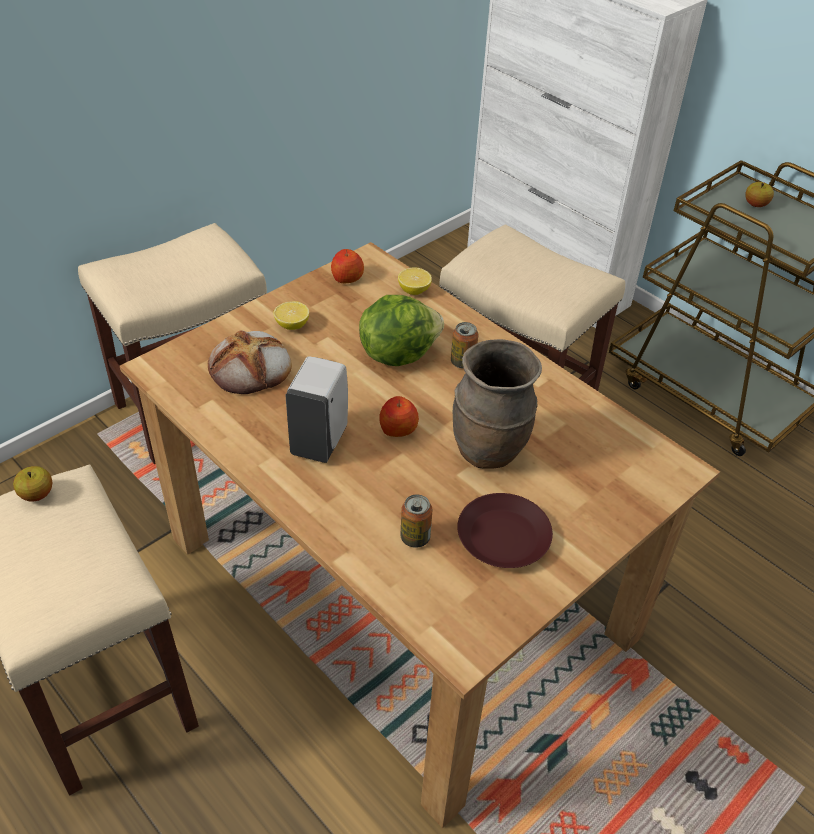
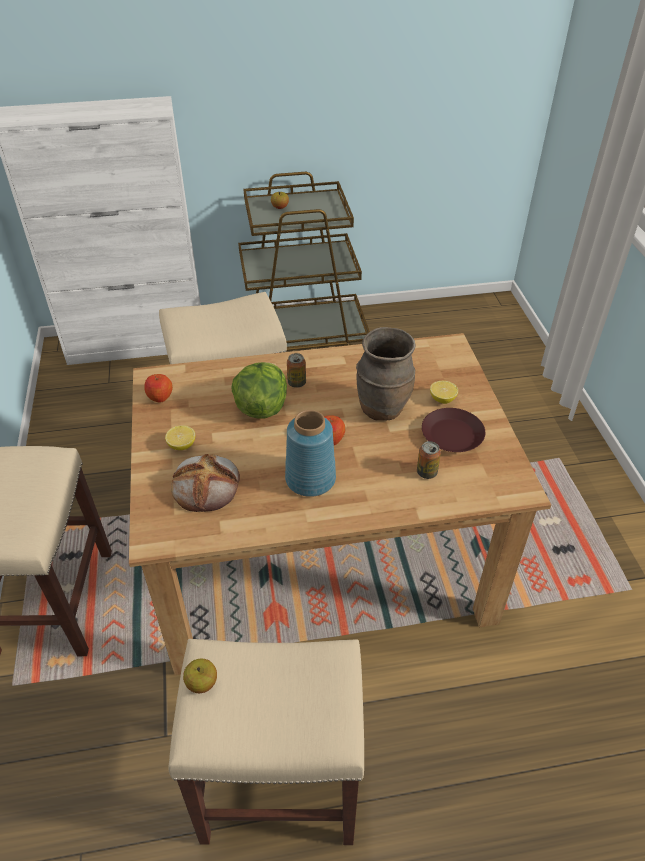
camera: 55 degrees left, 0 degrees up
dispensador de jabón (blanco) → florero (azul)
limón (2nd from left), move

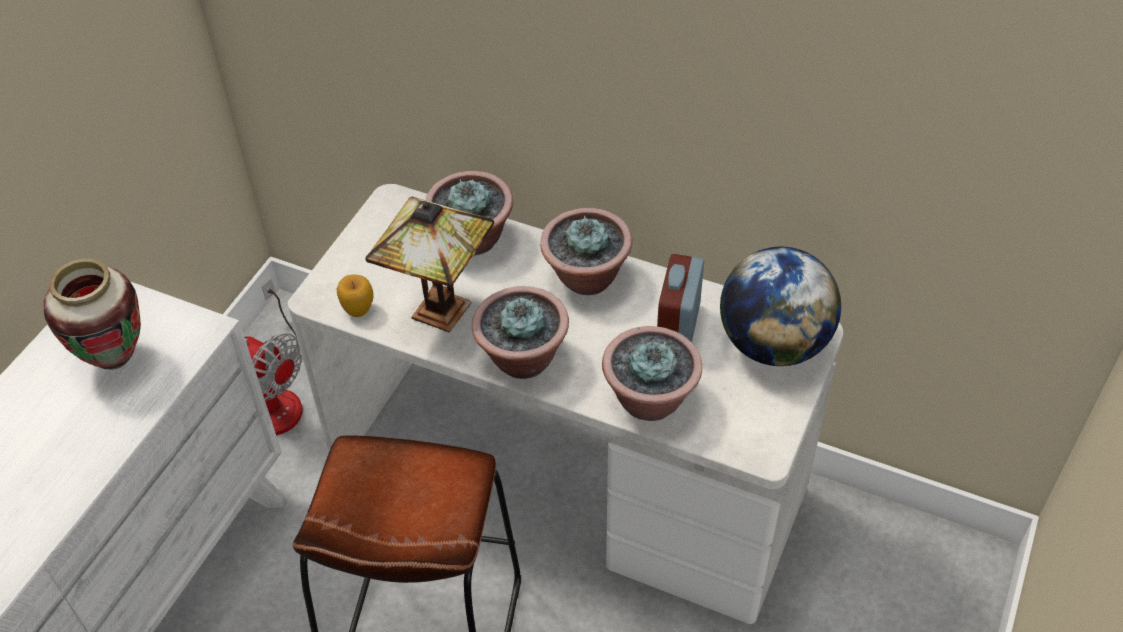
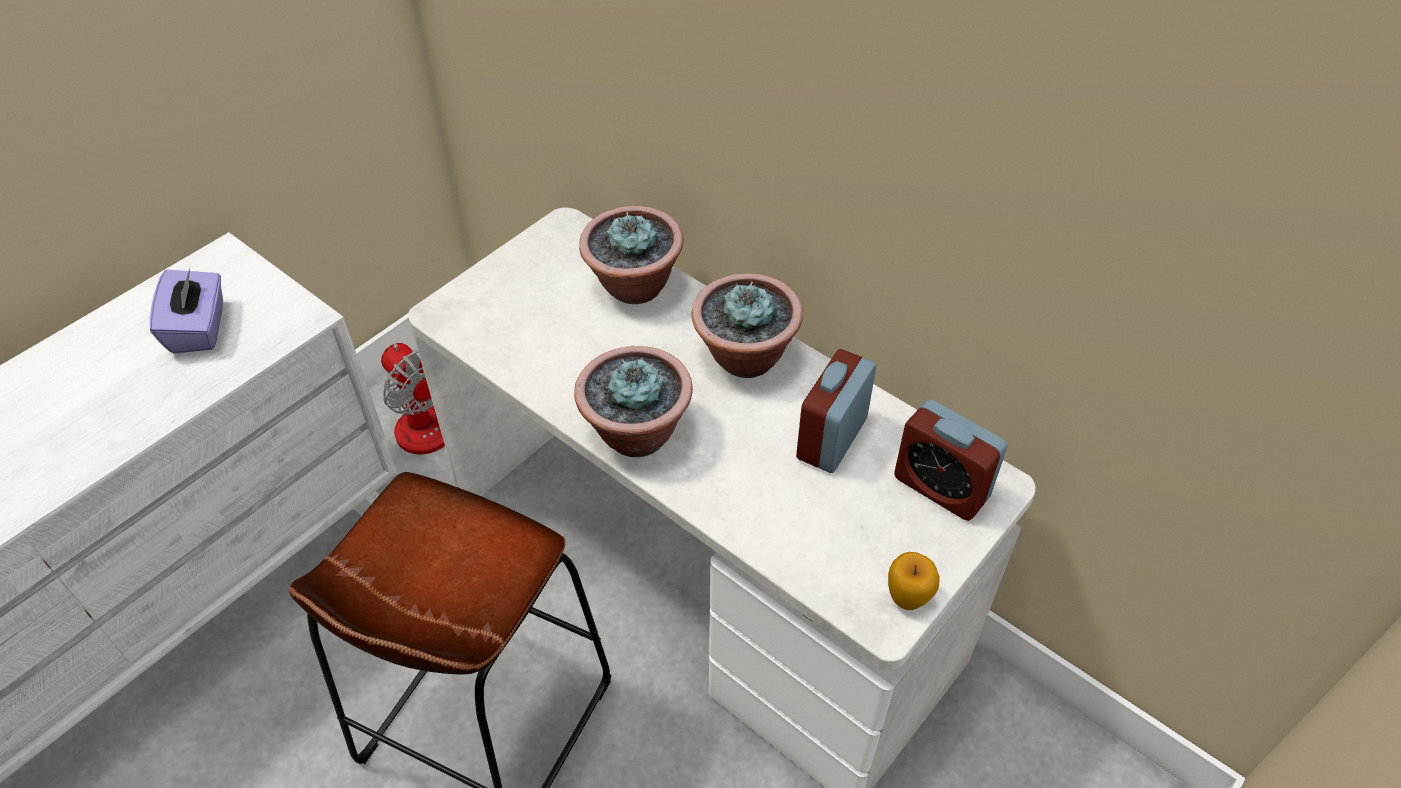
camera: 15 degrees right, 0 degrees up
florero → caja de pañuelos (morado)
manzana, move
lámpara de mesa → -
planta en maceta (4th from left) → -
globo terráqueo → despertador (2nd from left)

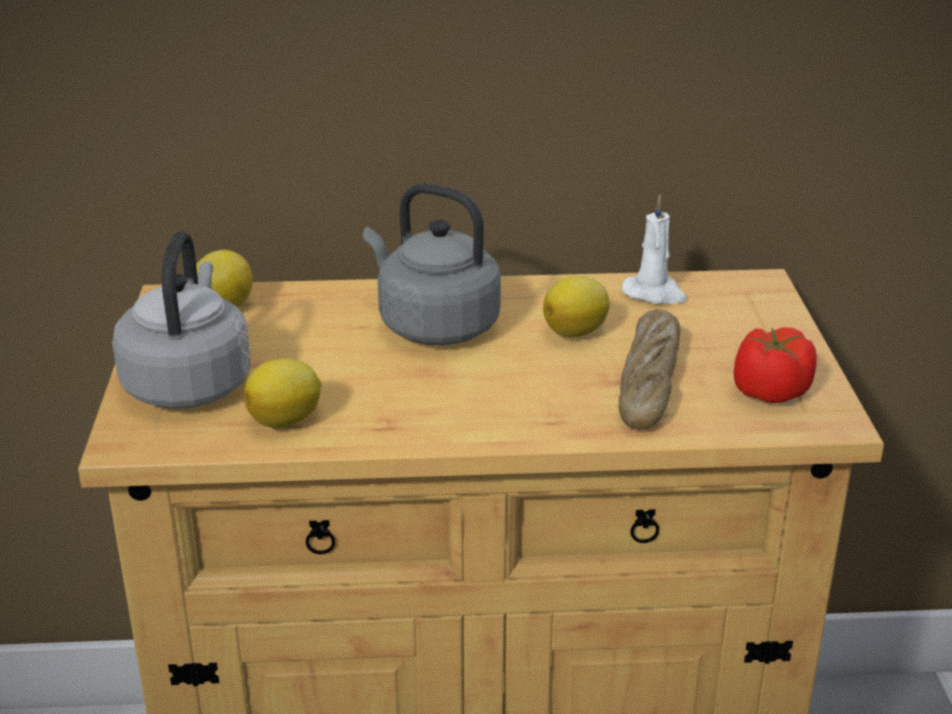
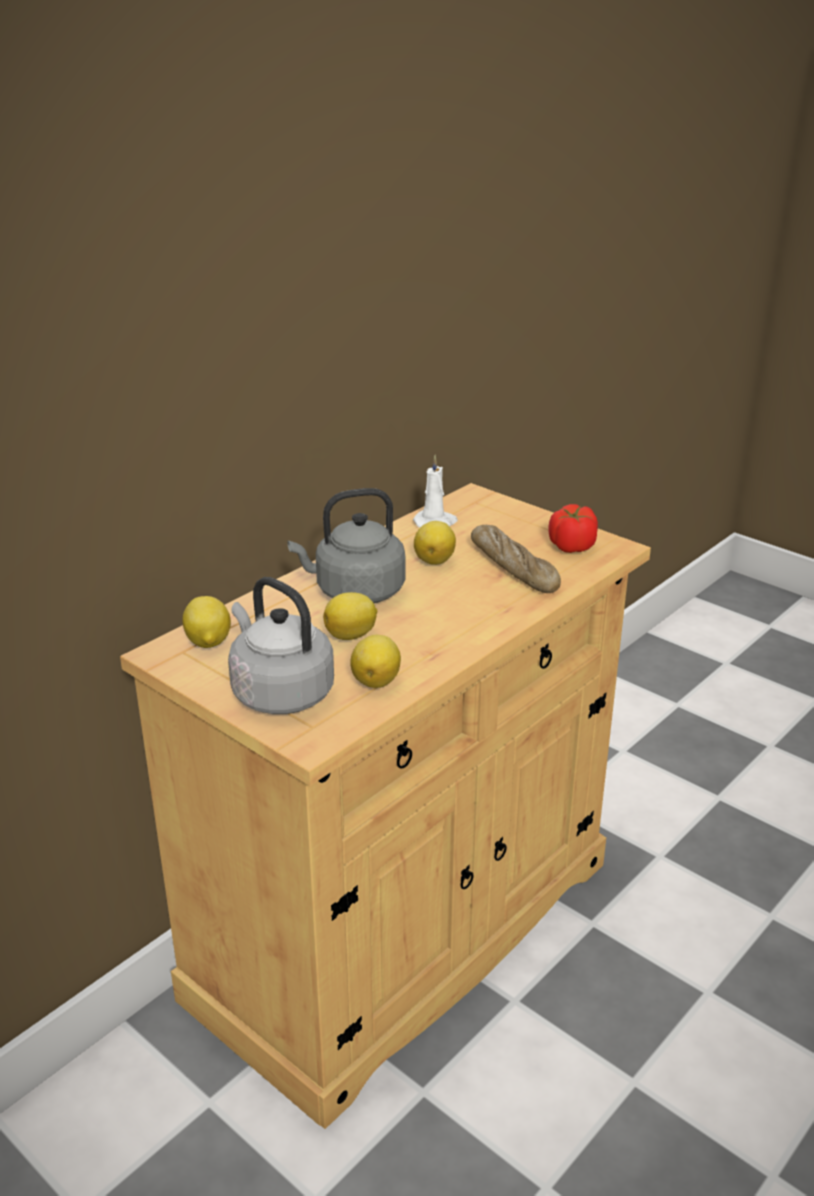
camera: 45 degrees left, 0 degrees up
- → limón (2nd from left)

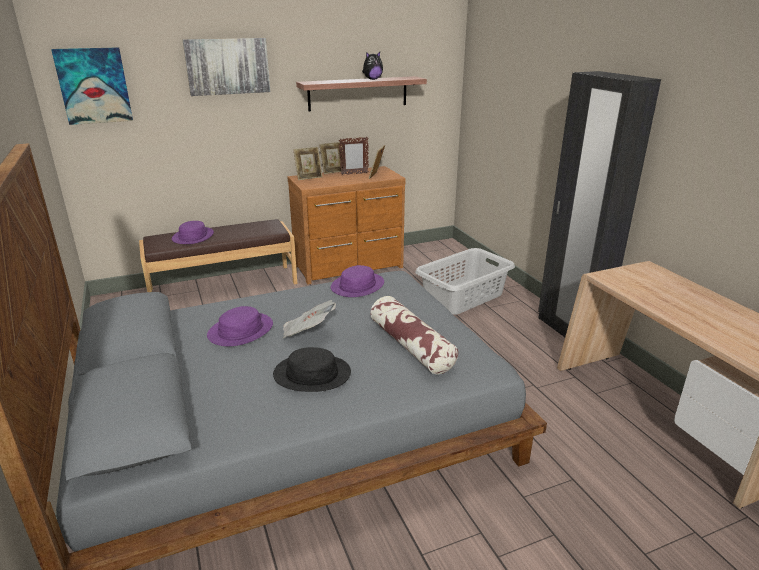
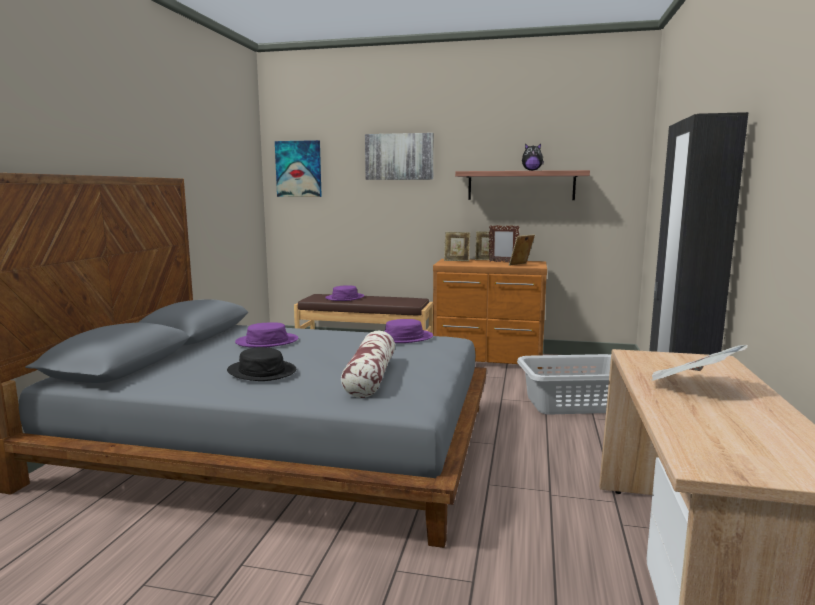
camera: 35 degrees right, 15 degrees down
periódico, move

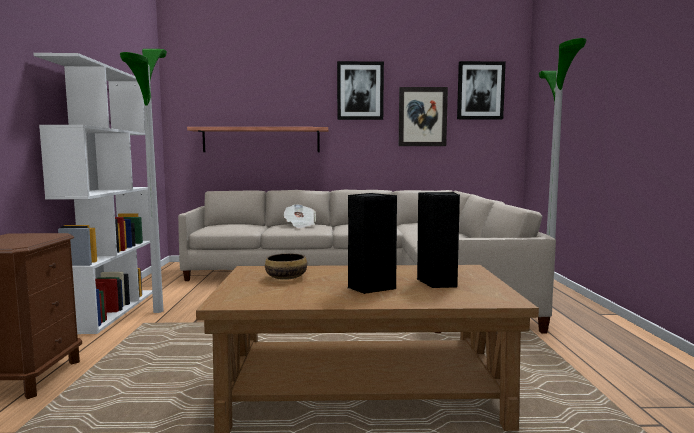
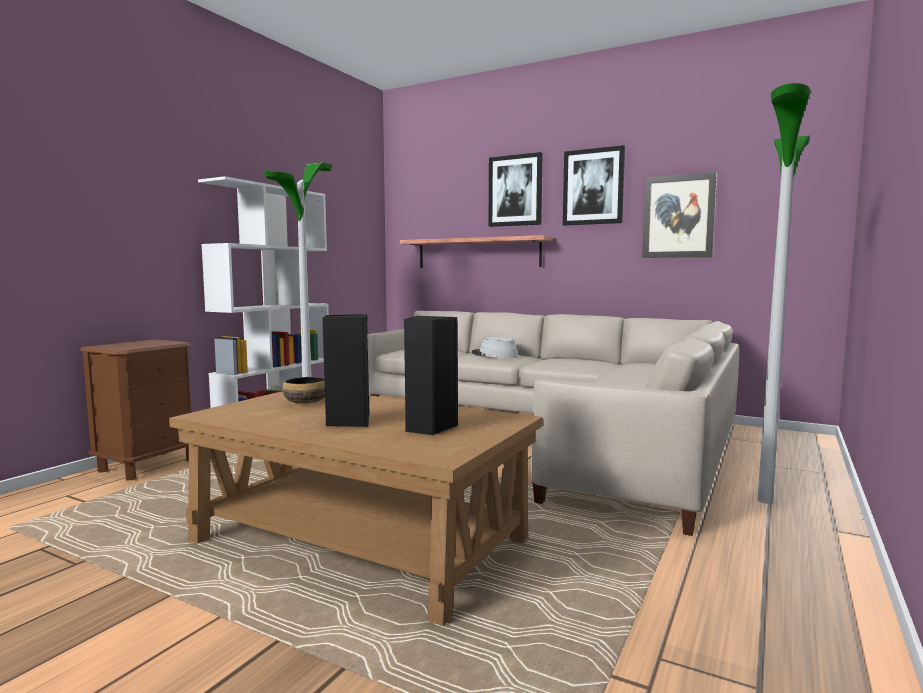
camera: 30 degrees right, 0 degrees up
periódico → sombrero (gris)
cuadro (3rd from left in the first image) → cuadro (1st from left), move

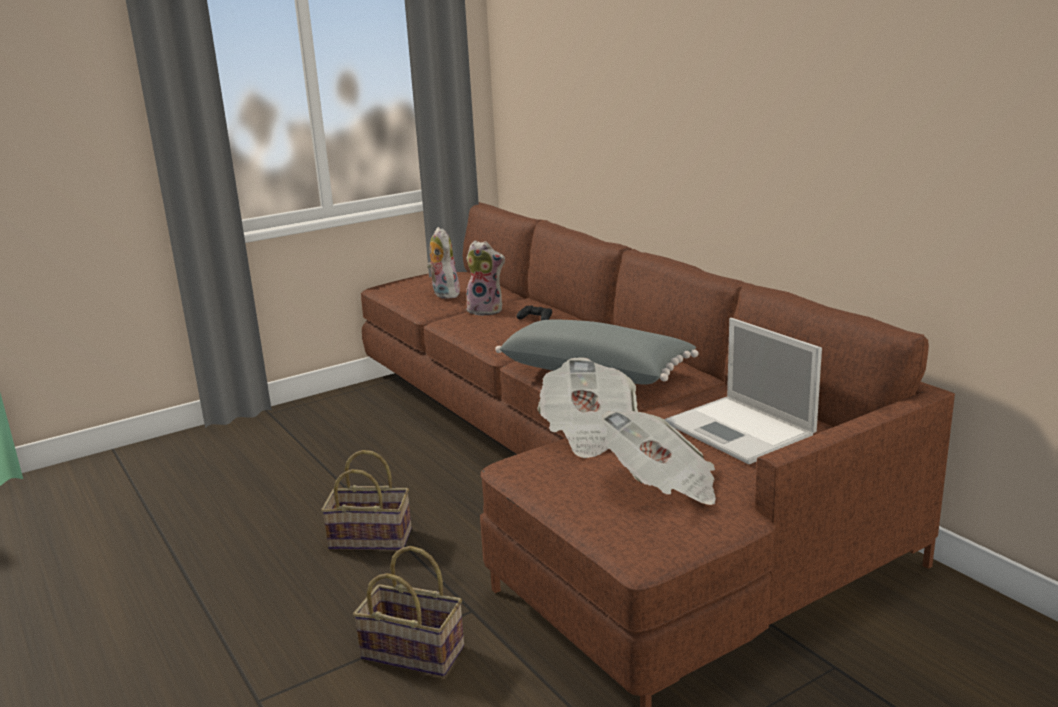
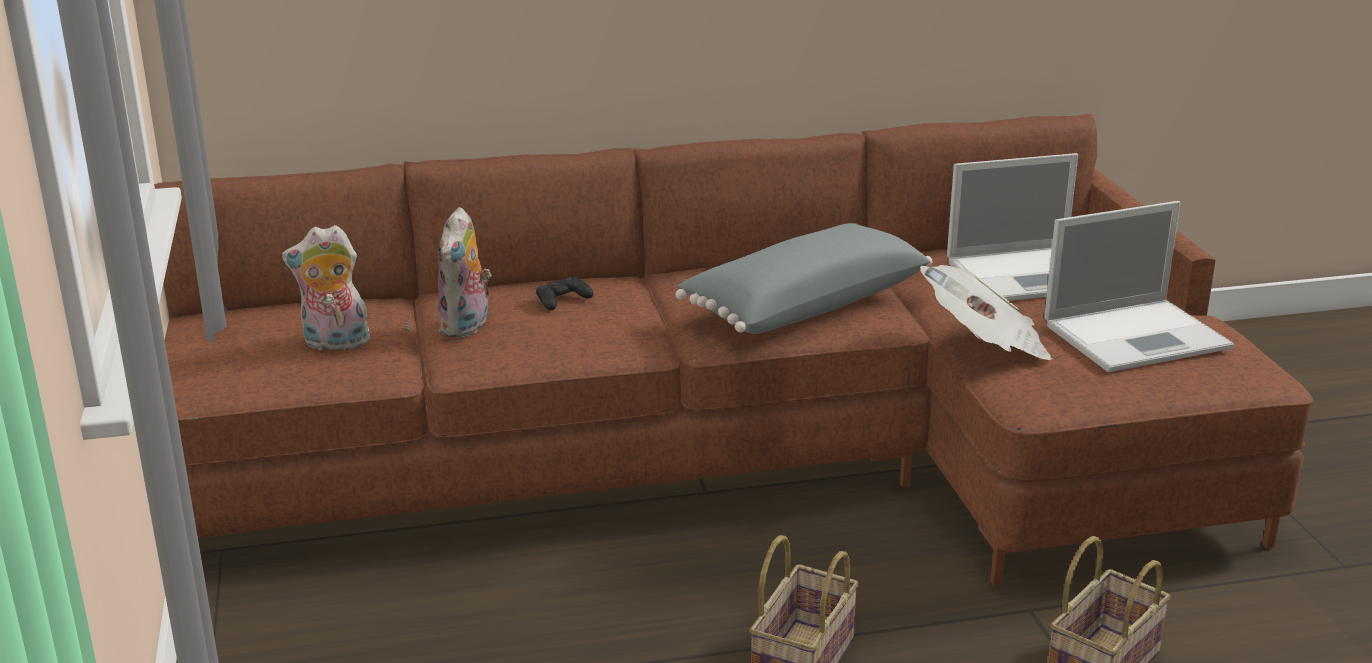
camera: 70 degrees left, 5 degrees up
peluche (2nd from left), 150 degrees clockwise
periódico (2nd from left) → portátil (2nd from left)

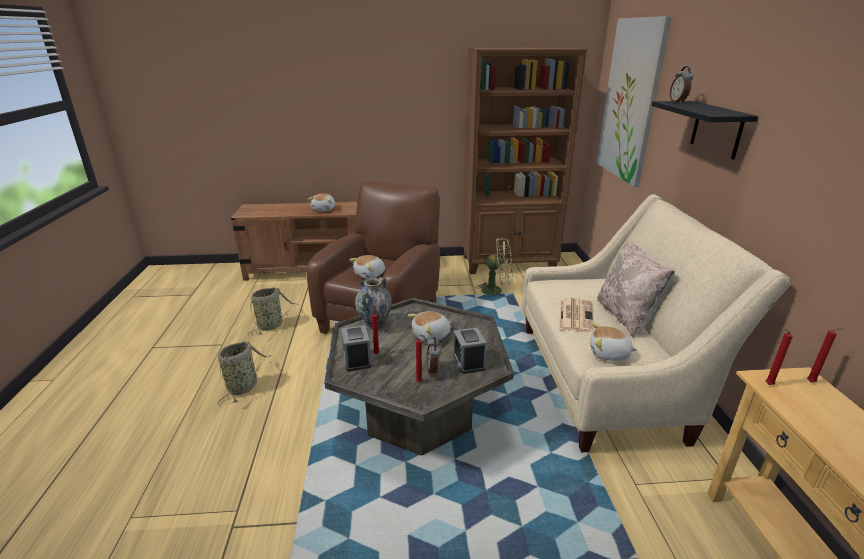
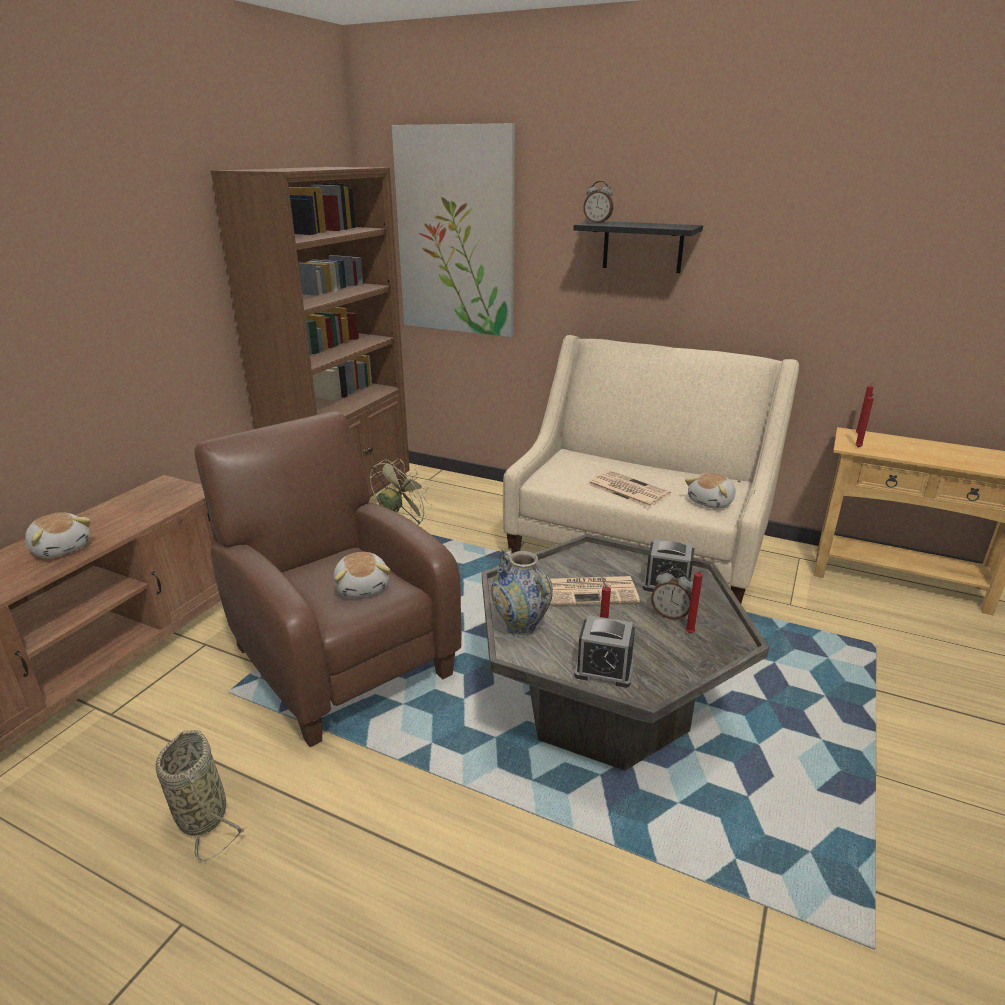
camera: 60 degrees left, 0 degrees up
cesta (1st from left) → -
peluche (3rd from left) → periódico (1st from left)
cojín (beis) → -

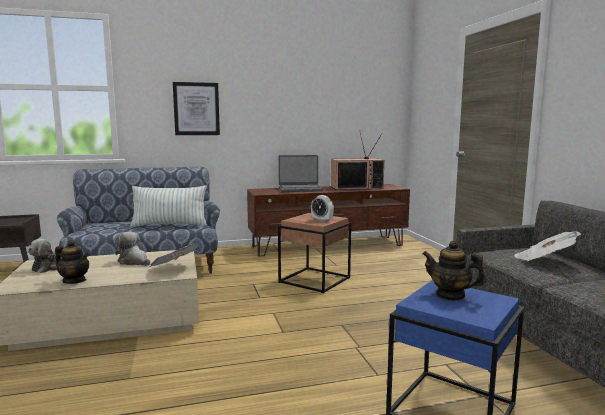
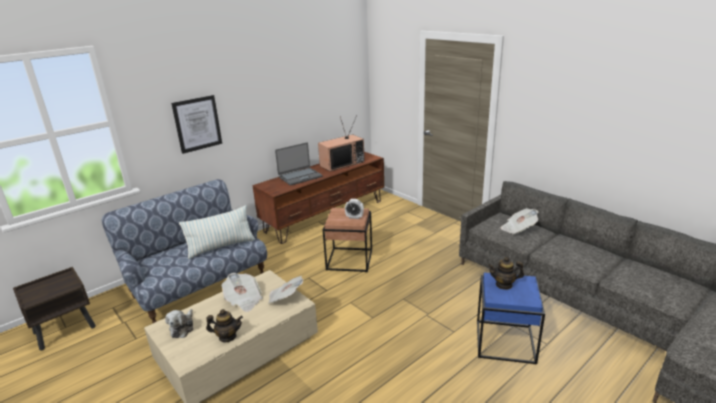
camera: 25 degrees left, 15 degrees up
peluche (2nd from left) → periódico (1st from left)

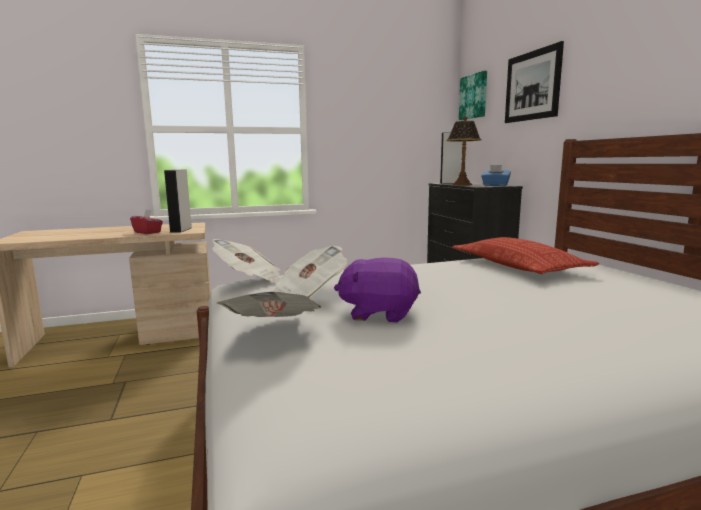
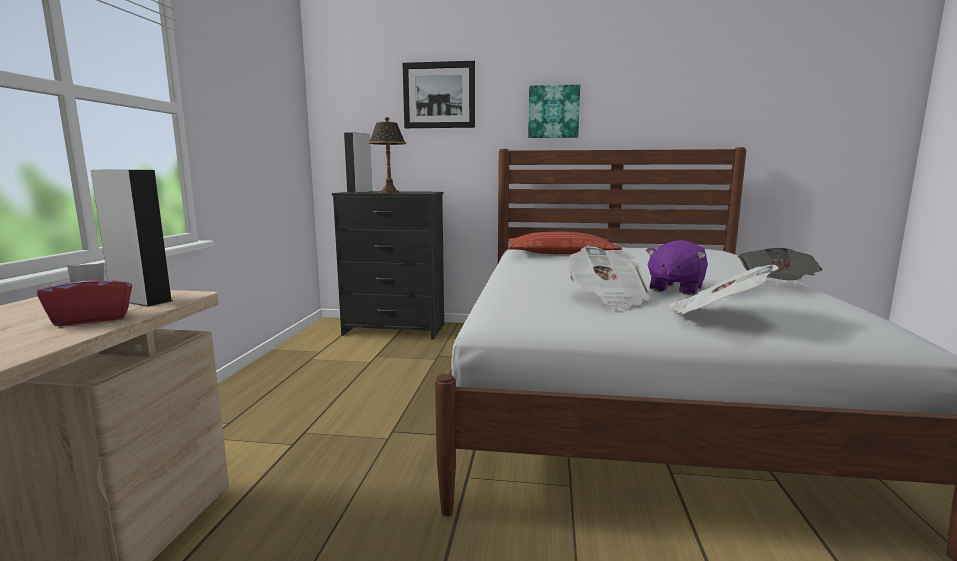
camera: 65 degrees left, 0 degrees up
periódico (1st from left in the first image) → periódico (3rd from left), move
cuadro (1st from left in the first image) → cuadro (2nd from left), move
caja de pañuelos (azul) → -

